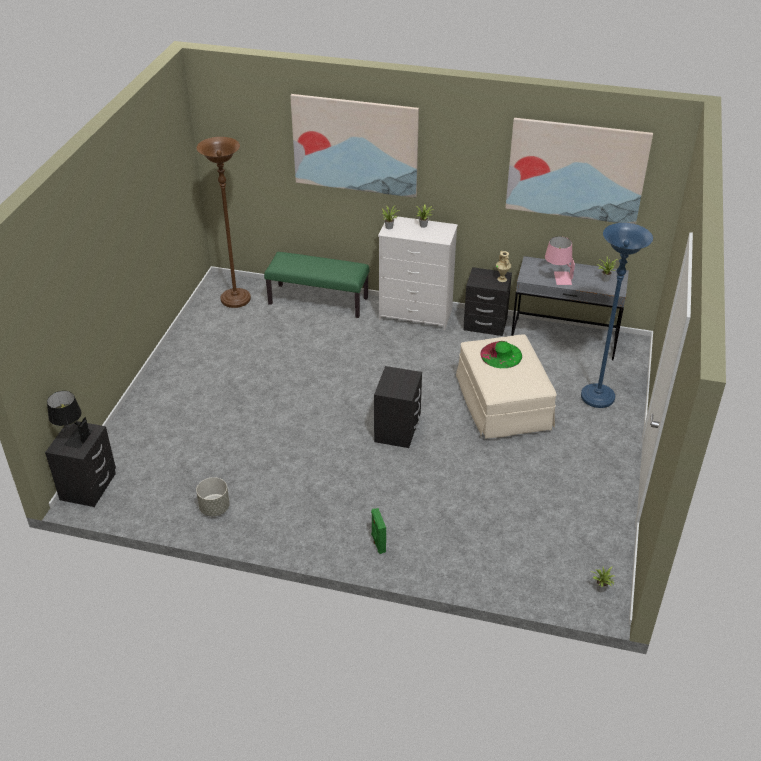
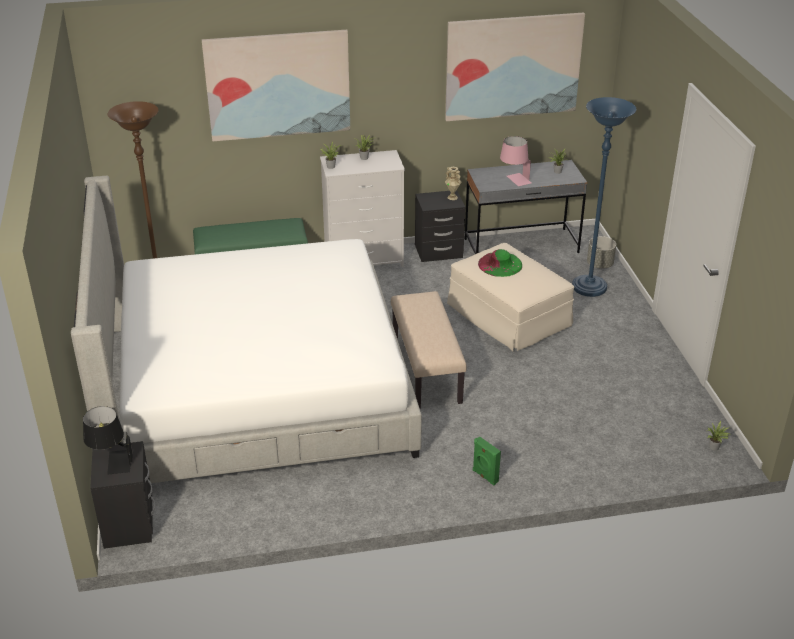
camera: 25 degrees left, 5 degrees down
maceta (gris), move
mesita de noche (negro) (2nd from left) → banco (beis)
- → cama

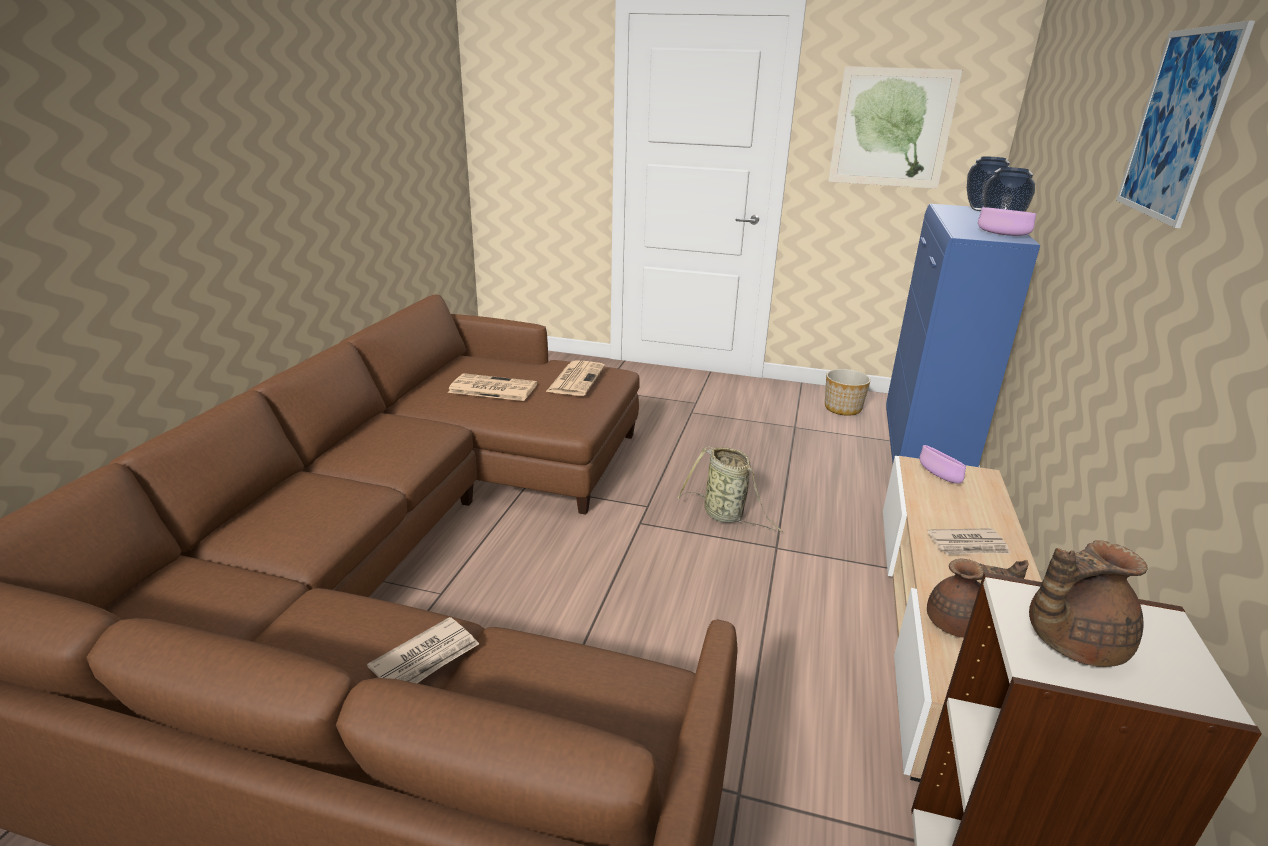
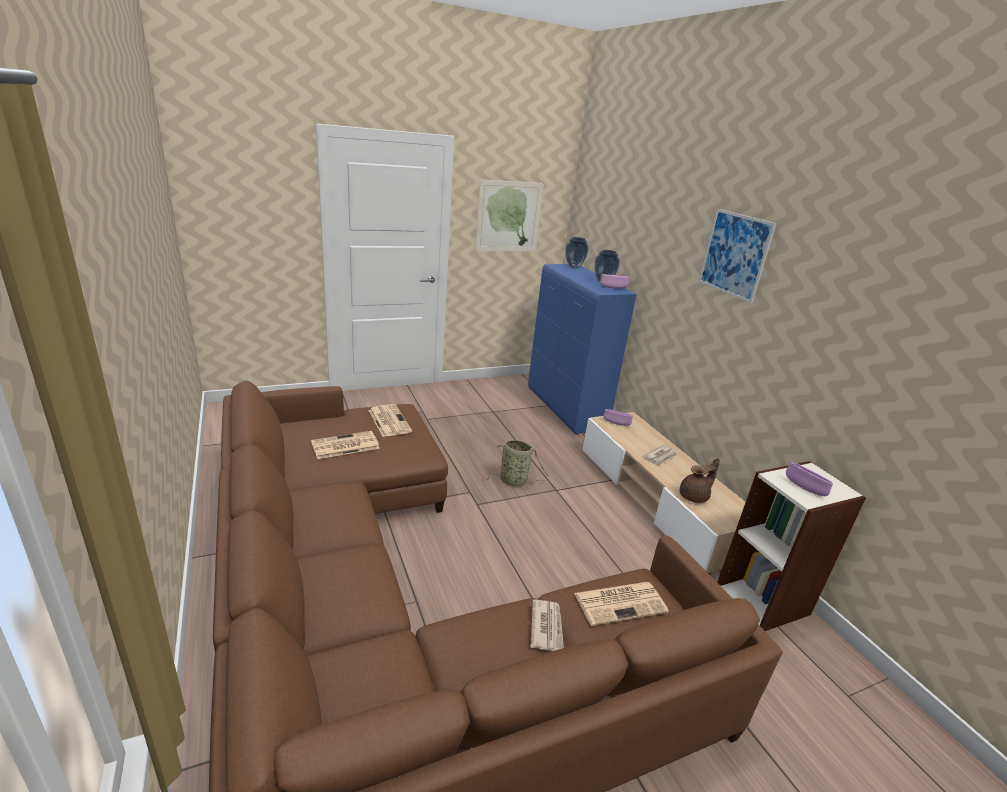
camera: 40 degrees left, 0 degrees up
maceta → -
tetera (marrón) (2nd from left) → cuenco (morado) (3rd from left)
- → periódico (4th from left)

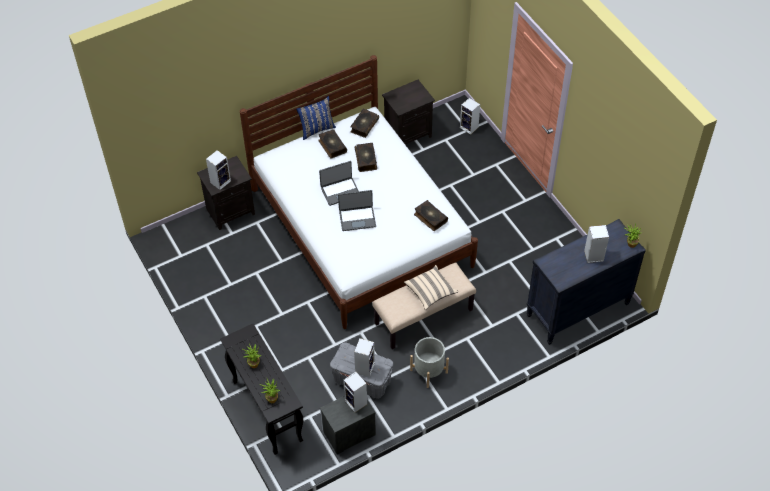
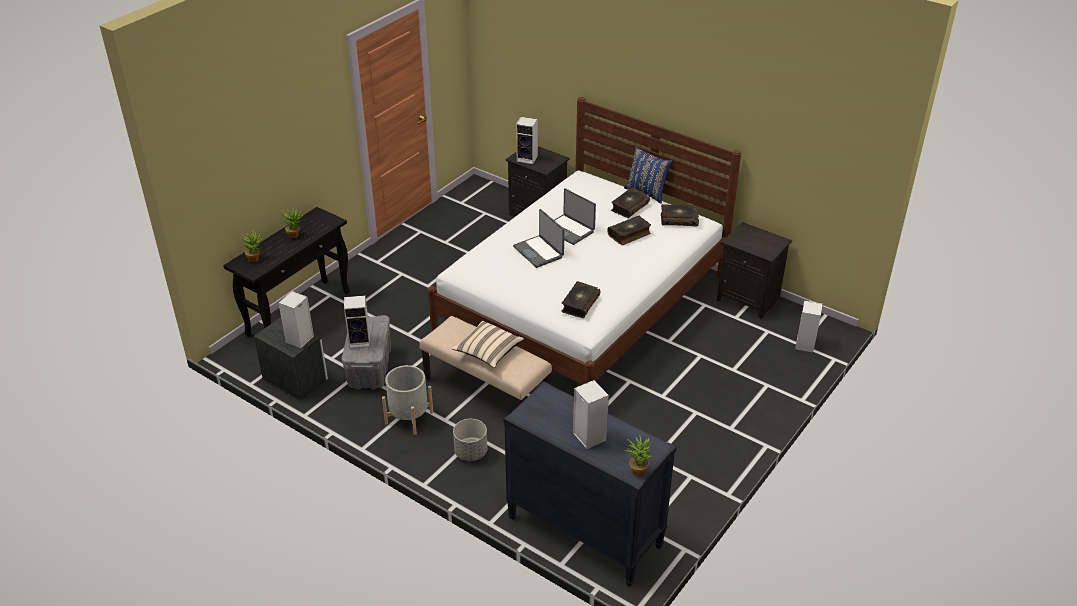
camera: 65 degrees right, 15 degrees down
- → maceta (gris) (2nd from left)

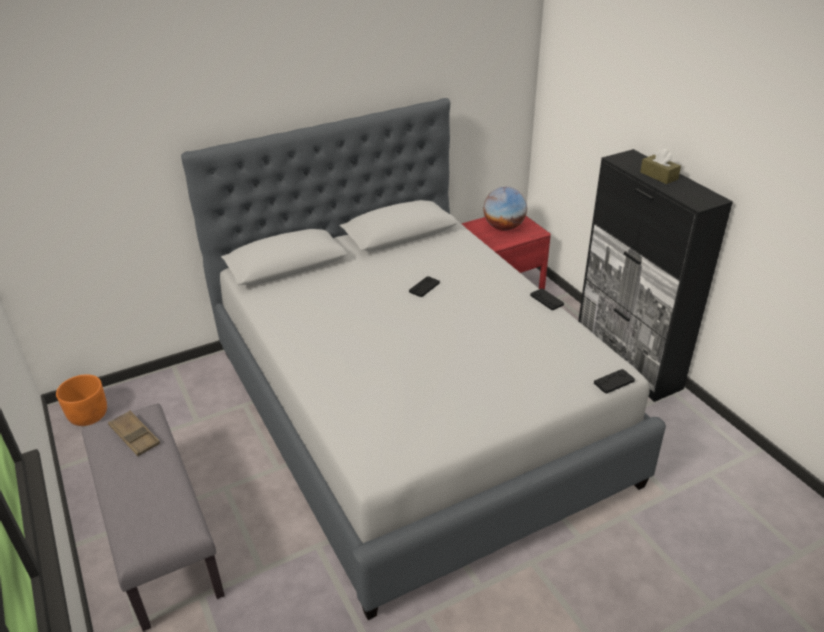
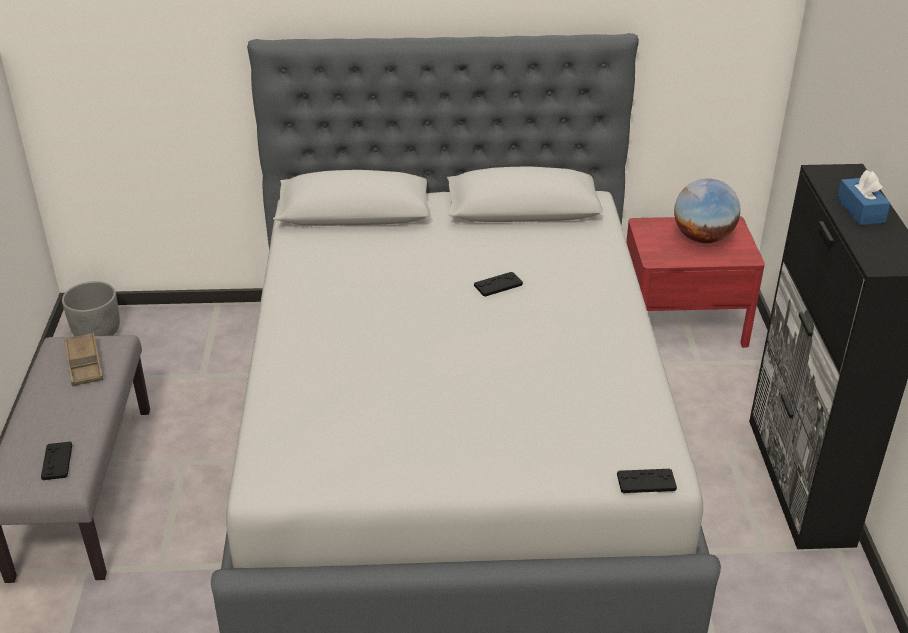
camera: 25 degrees right, 0 degrees up
maceta (naranja) → maceta (gris)
mando de consola (negro) (2nd from left in the first image) → mando de consola (negro) (1st from left), move
caja de pañuelos (marrón) → caja de pañuelos (azul)

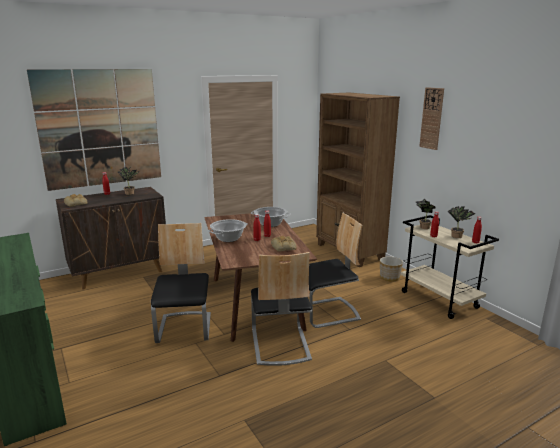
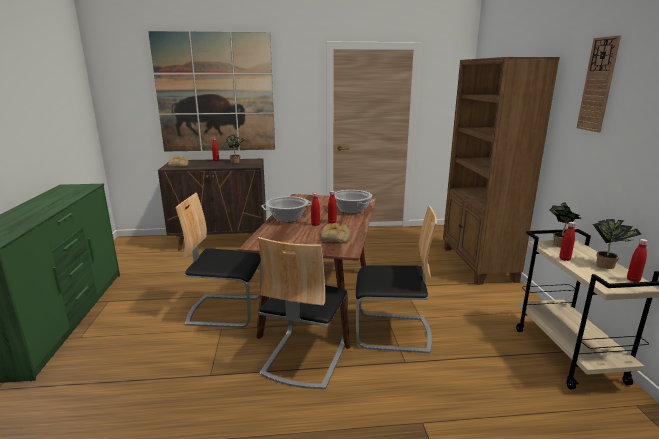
camera: 25 degrees right, 0 degrees up
silla (1st from left), 105 degrees counterclockwise
maceta → -

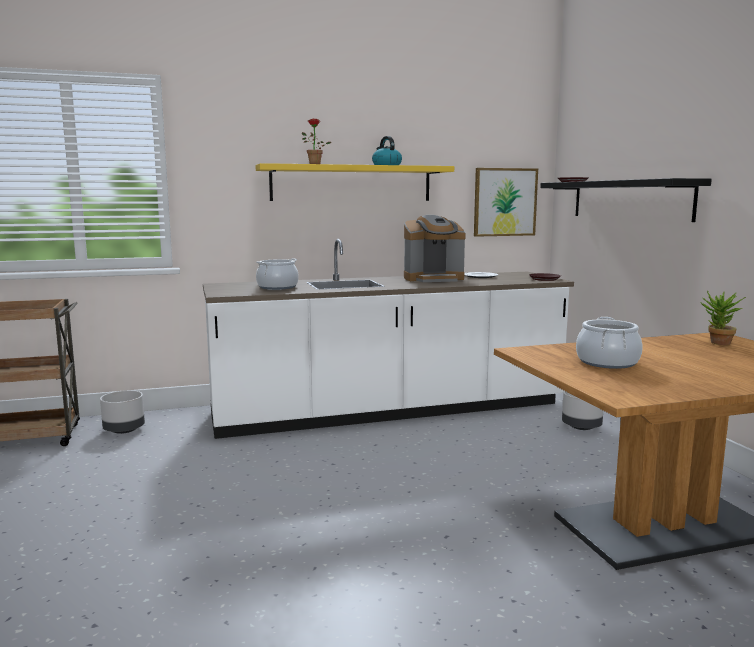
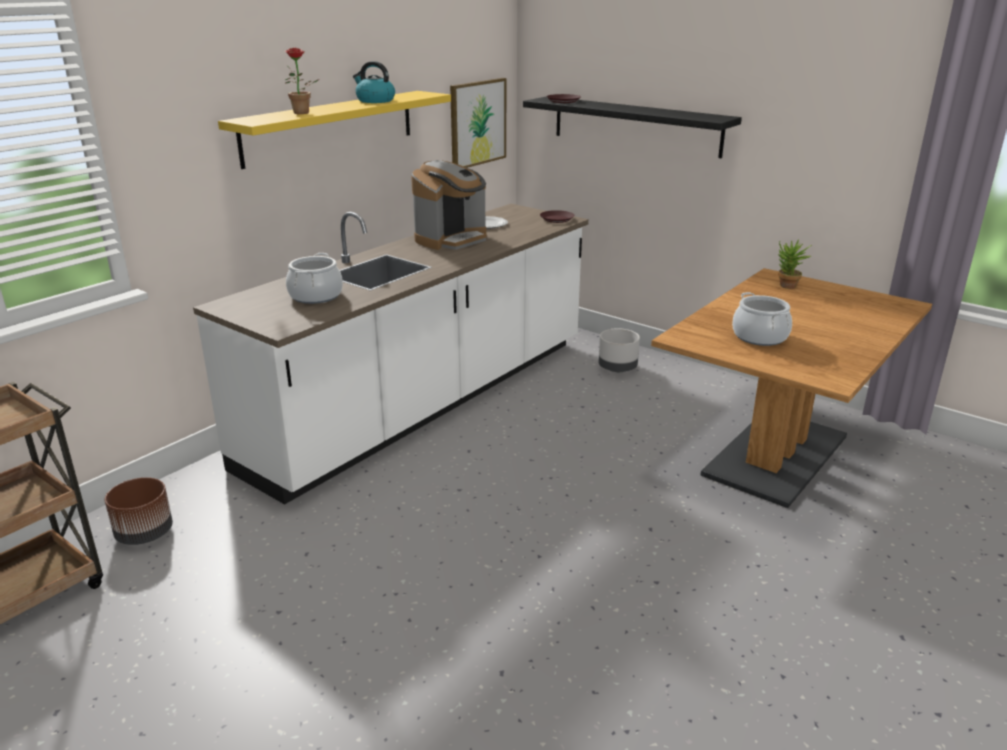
camera: 35 degrees left, 15 degrees up
maceta (gris) (1st from left) → maceta (marrón)

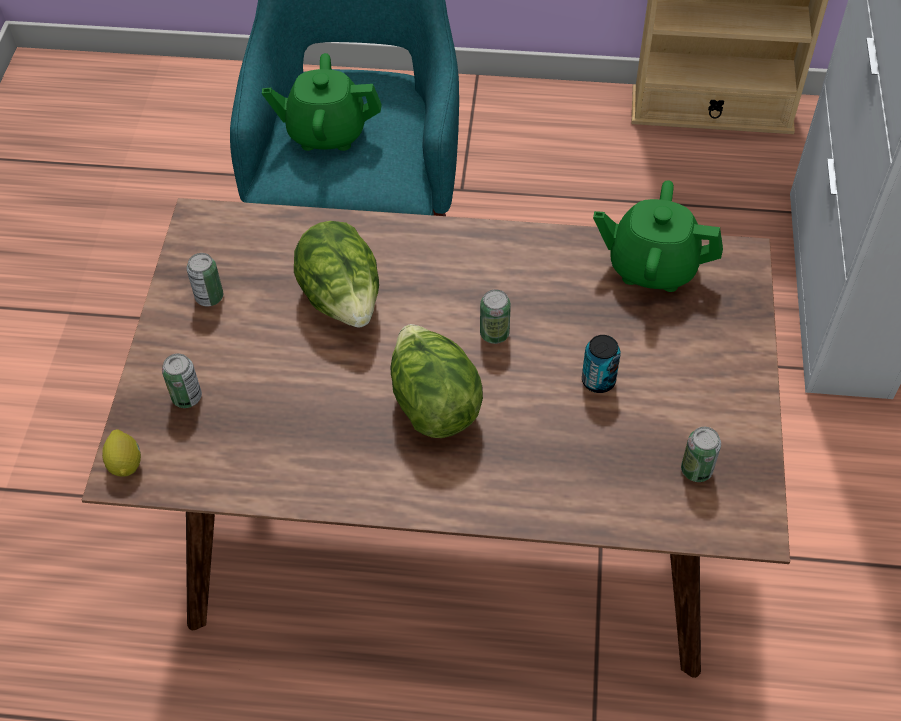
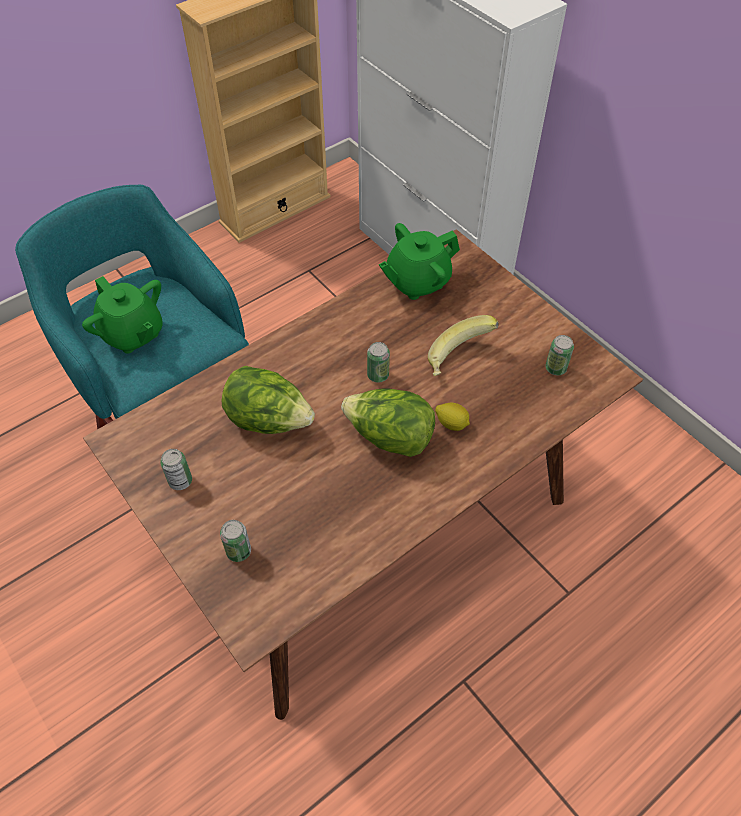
camera: 45 degrees left, 0 degrees up
limón, move
tetera (verde) (1st from left), 90 degrees counterclockwise
lata (4th from left) → plátano

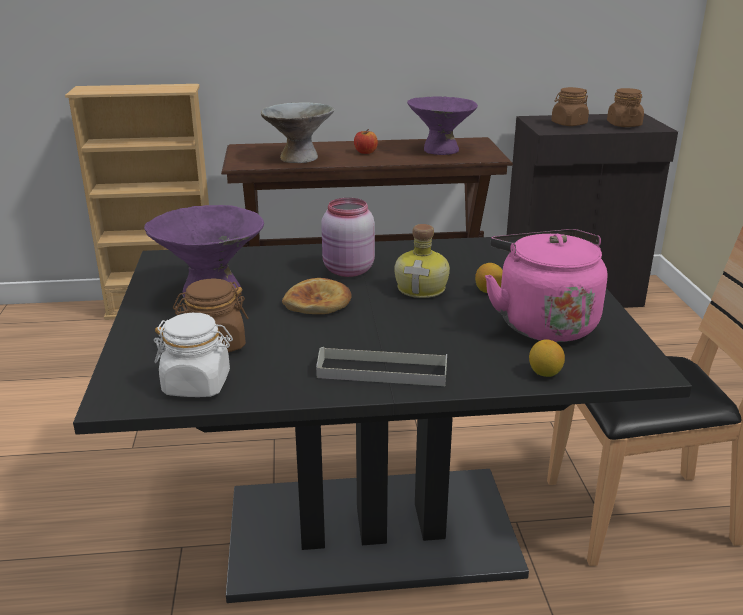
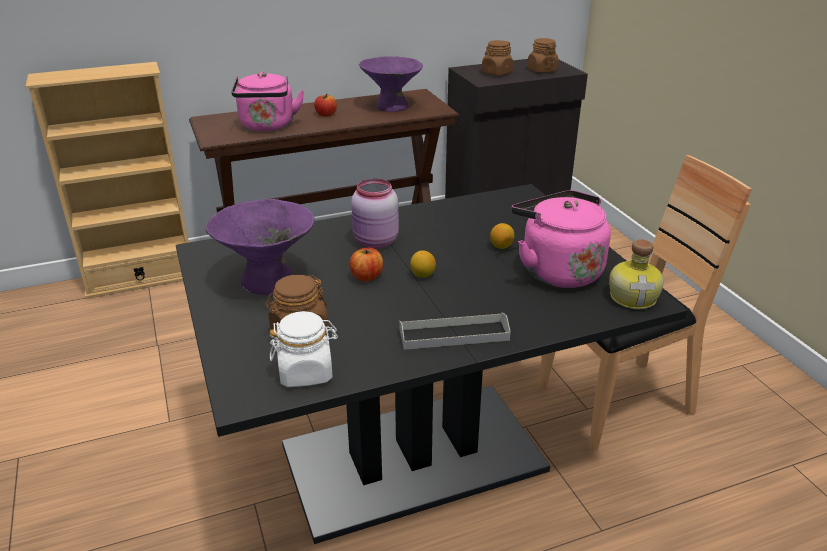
camera: 15 degrees left, 5 degrees up
cuenco (gris) → hervidor (rosa) (1st from left)
pan → manzana (2nd from left)
botella, move
limón (2nd from left in the first image) → limón (1st from left), move

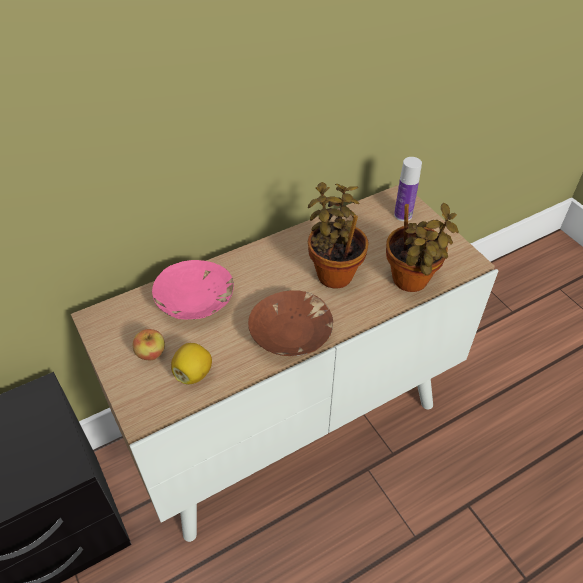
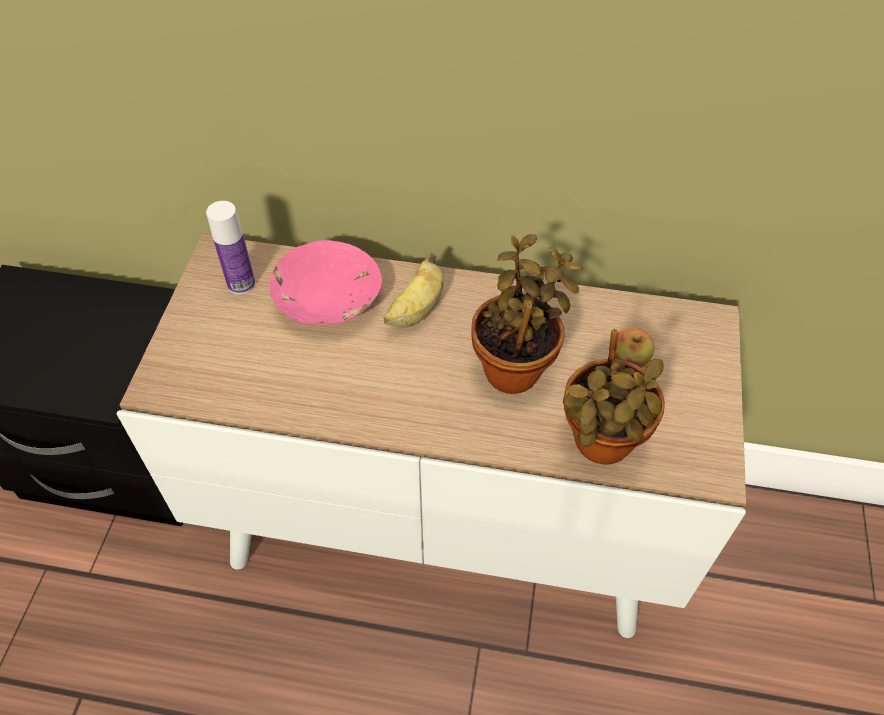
camera: 40 degrees right, 5 degrees up
manzana, move
limón → -
cuenco (marrón) → -
botella, move
- → plátano

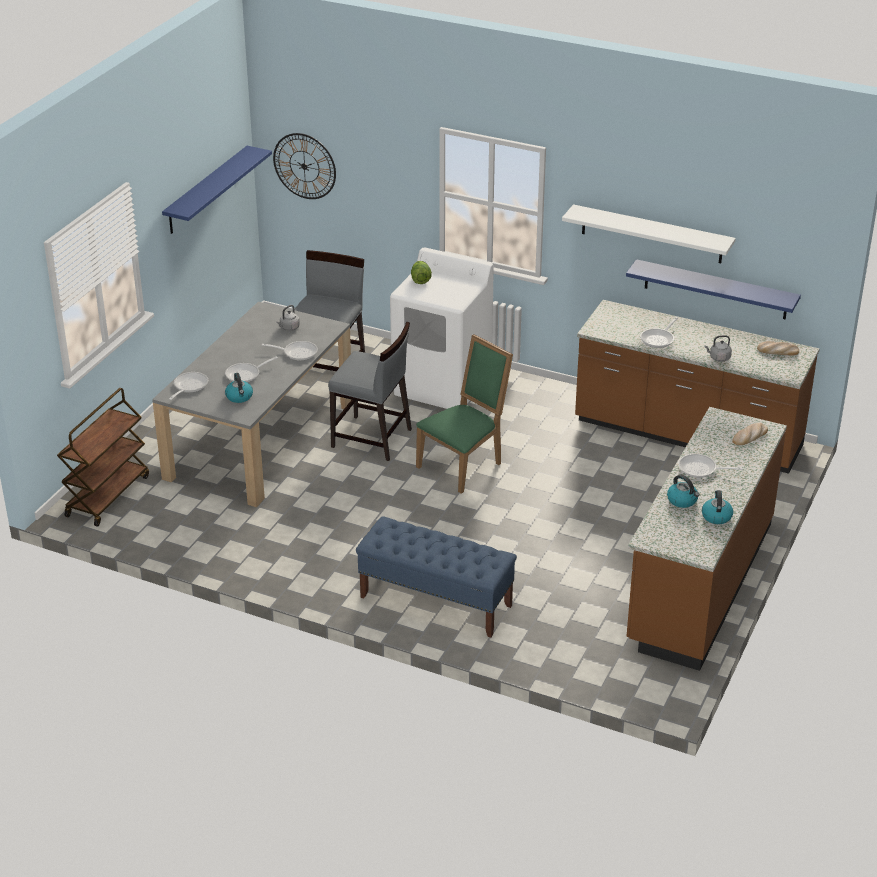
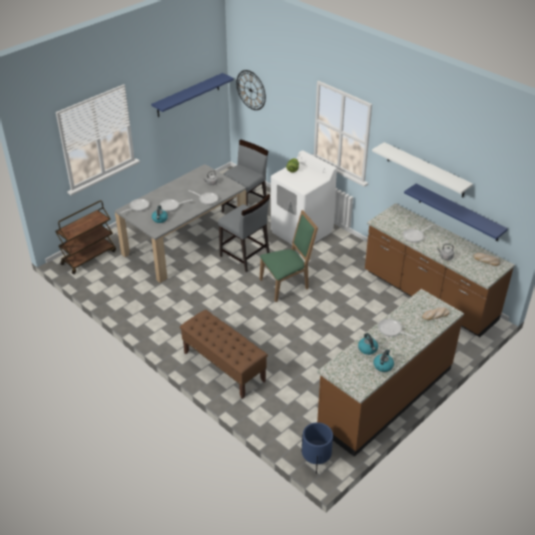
camera: 20 degrees right, 5 degrees up
banco (azul) → banco (marrón)
- → maceta (azul)

